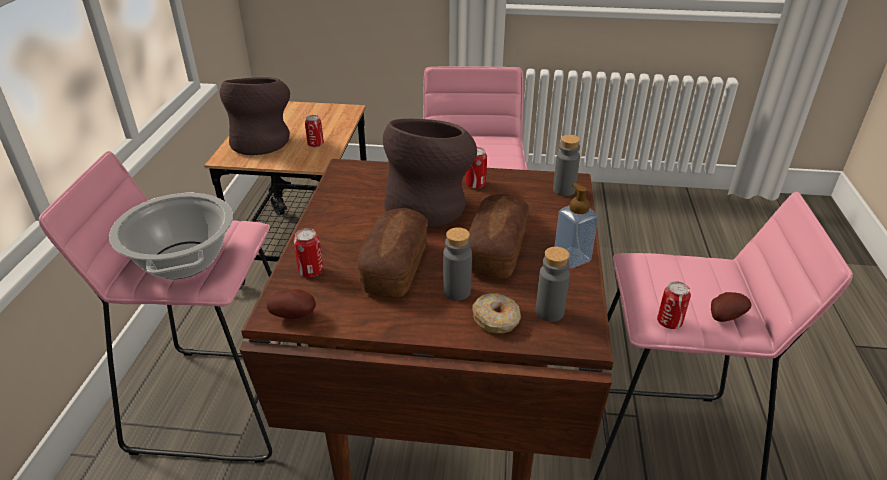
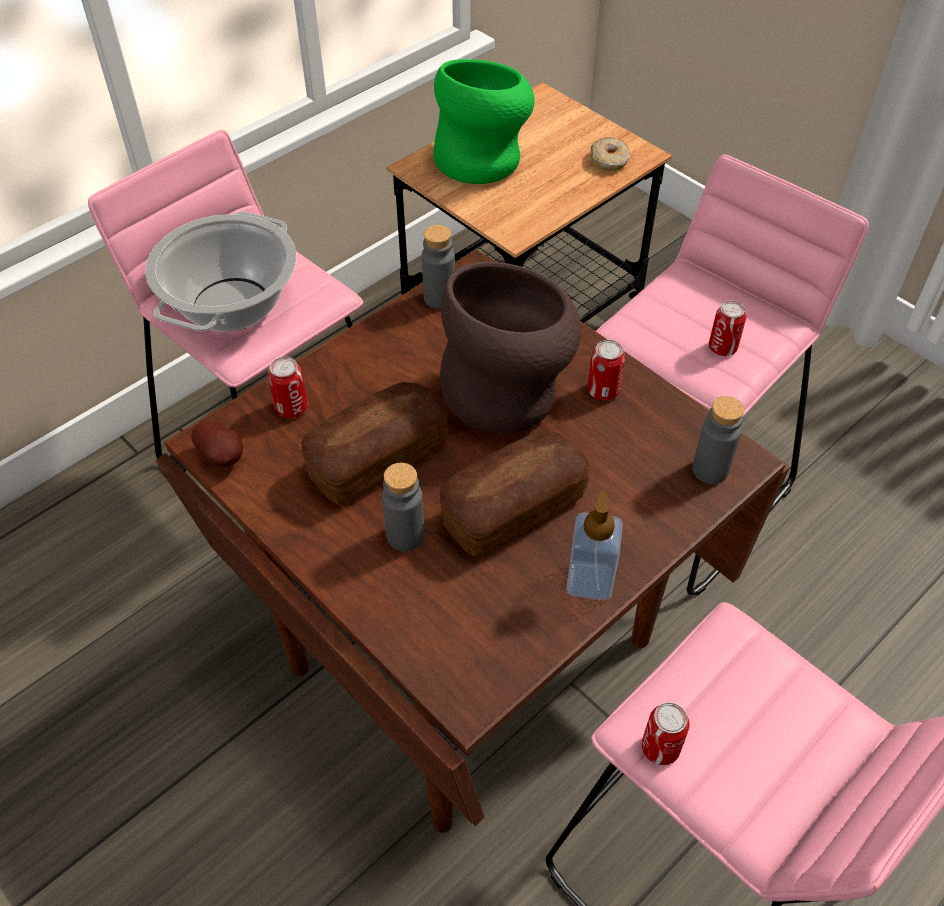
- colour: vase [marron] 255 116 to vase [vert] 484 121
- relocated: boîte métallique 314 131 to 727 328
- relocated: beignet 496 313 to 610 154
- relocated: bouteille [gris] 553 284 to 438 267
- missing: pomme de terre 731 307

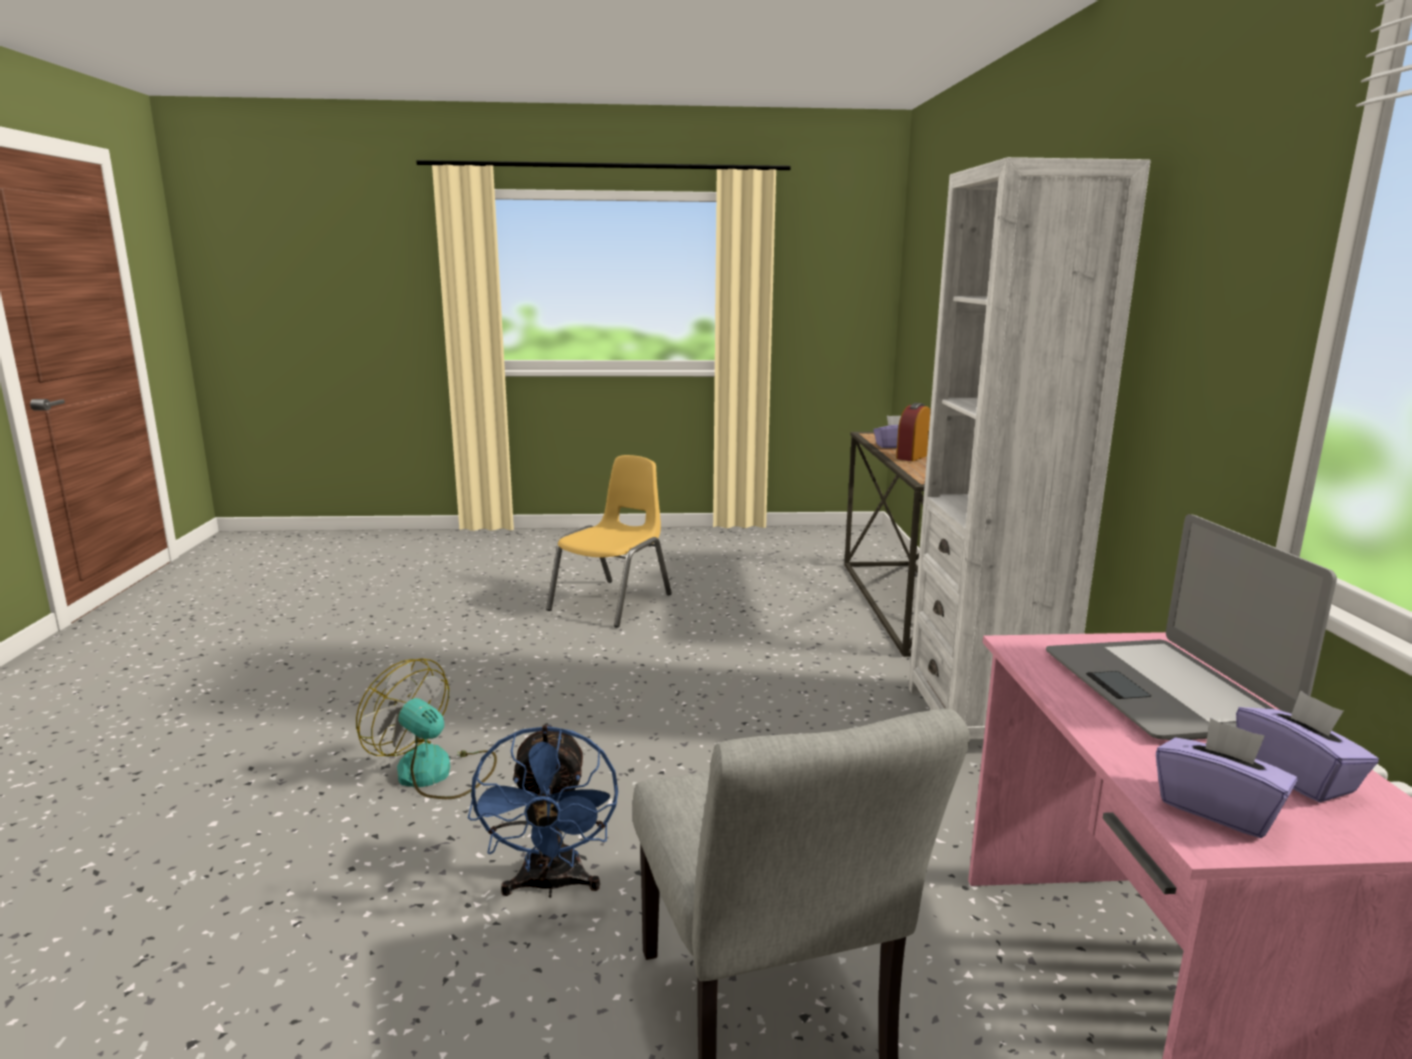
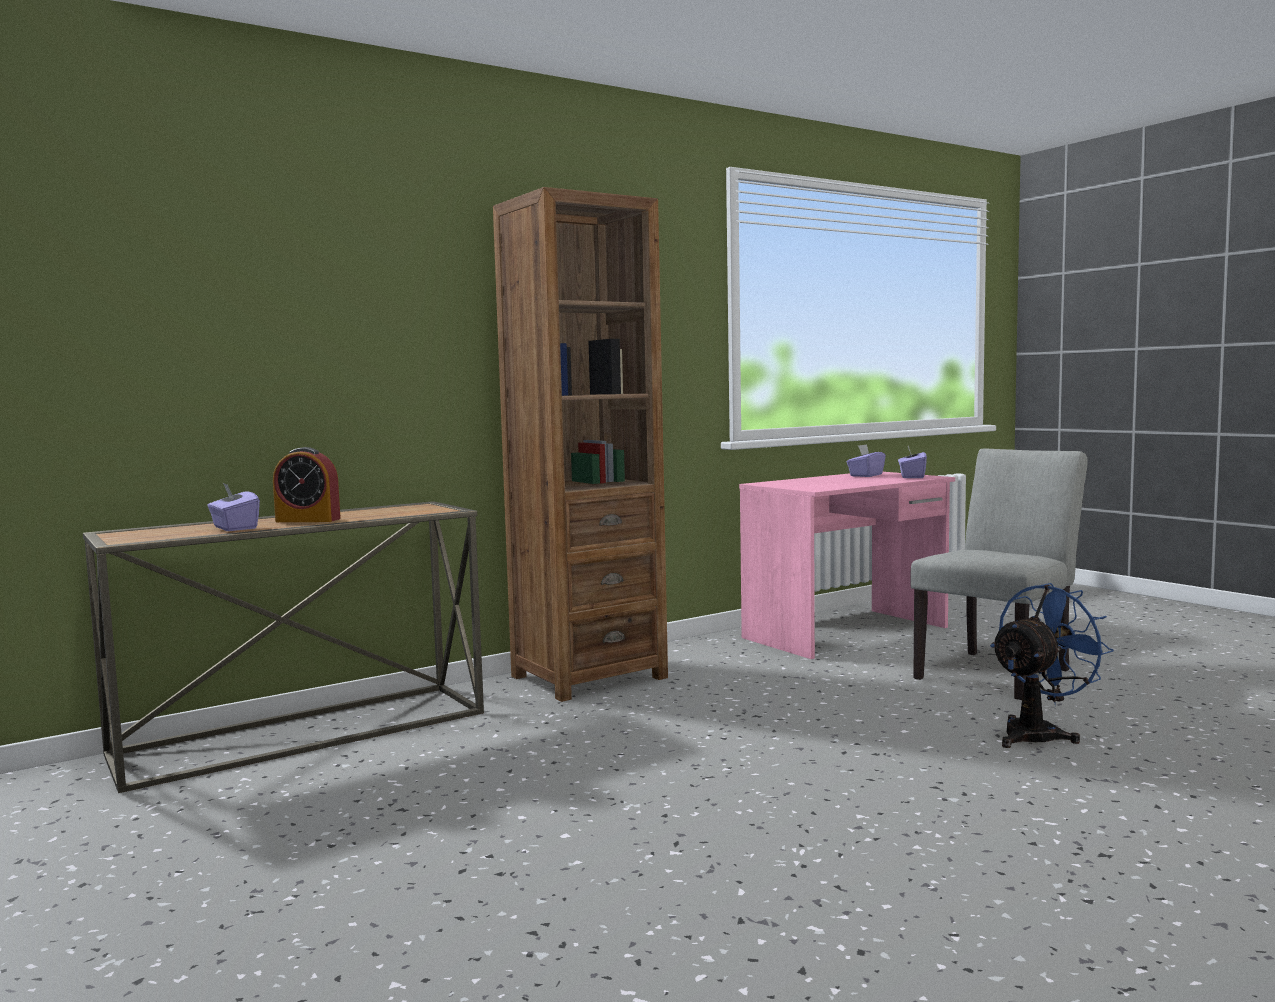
- missing: ventilateur 426 728
- missing: chaise [jaune] 609 541
- colour: bibliothèque [blanc] 1029 448 to bibliothèque [marron] 580 444
- missing: ordinateur portable 1191 627

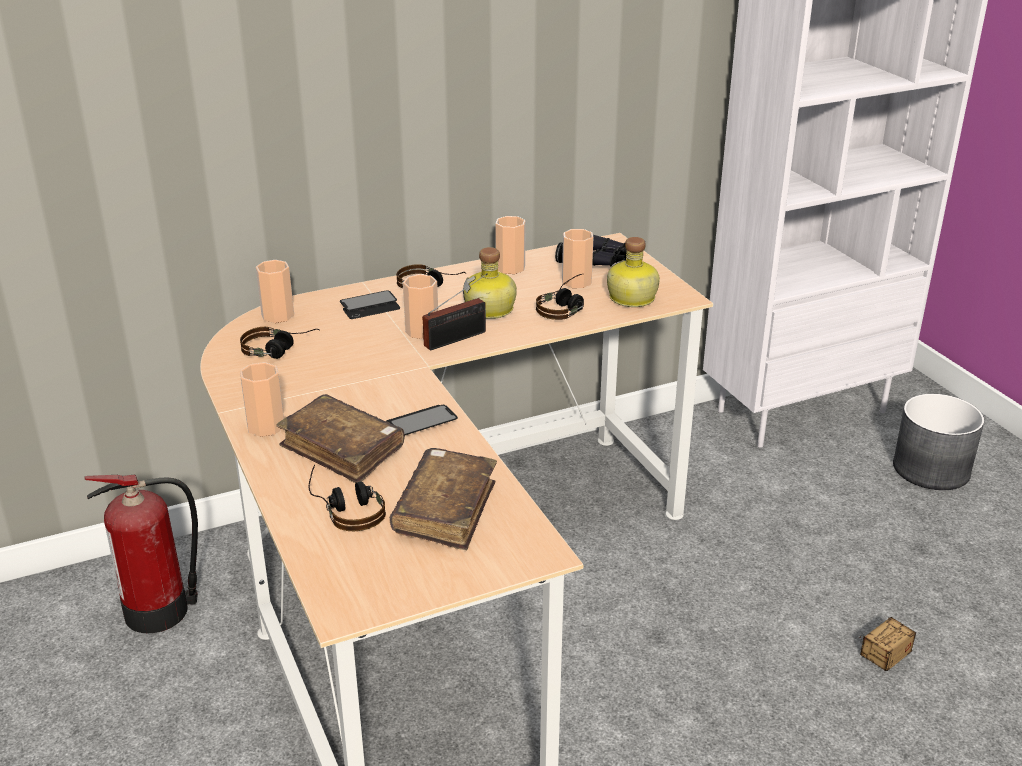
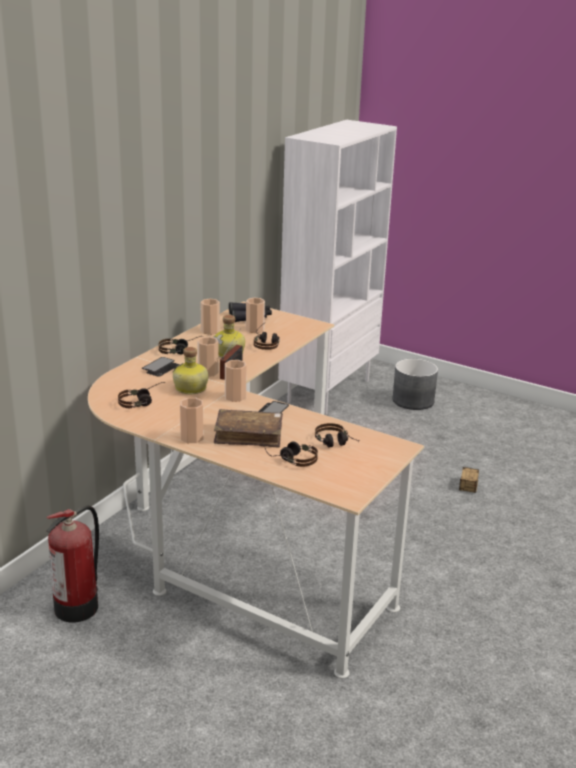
- relocated: tasse 275 291 to 236 381
- exchanged: livre [marron] 443 499 to casque audio 337 435
- relocated: bouteille 633 272 to 190 370

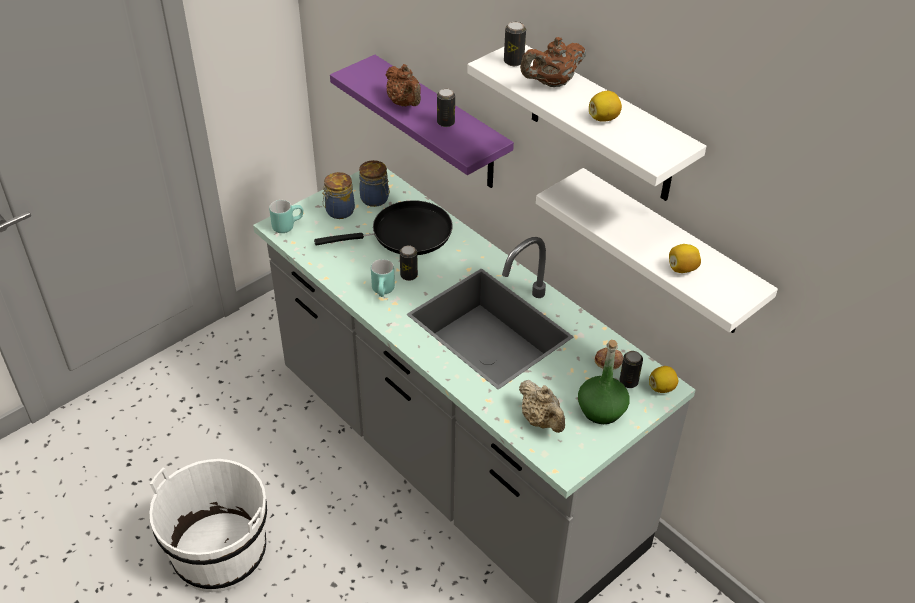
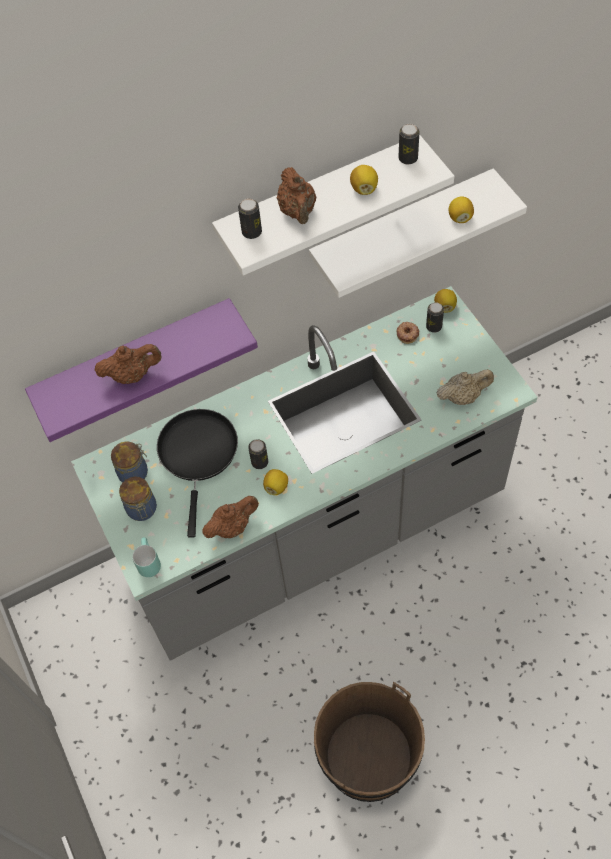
- colour: seau [blanc] 208 525 to seau [marron] 369 742
- exchanged: mug [turquoise] 383 278 to citron 275 482
- relocated: boîte métallique 446 107 to 409 144
- missing: bouteille [vert] 603 382
- appeared: théière [marron] 230 517

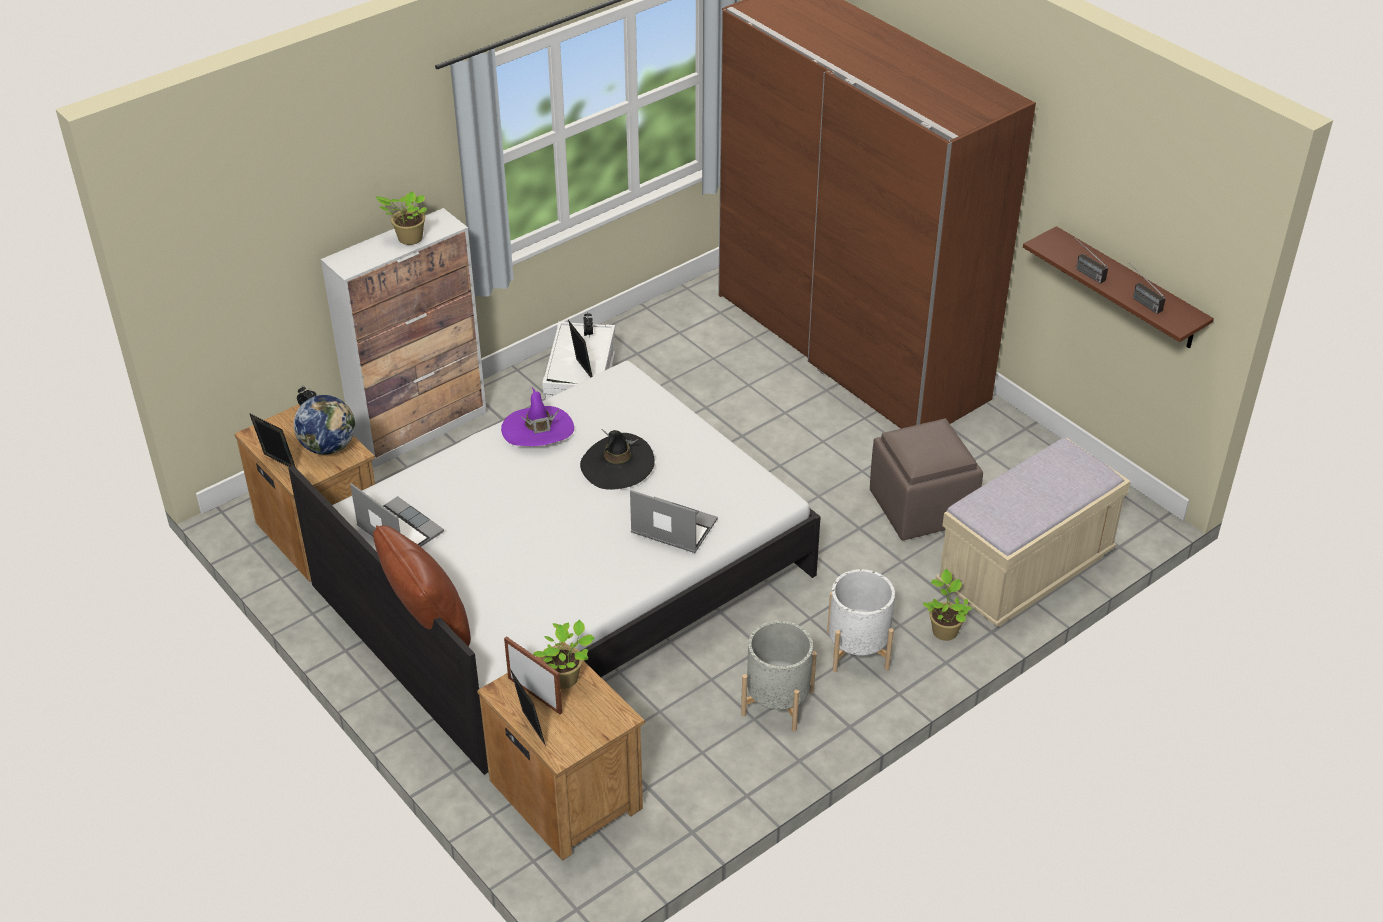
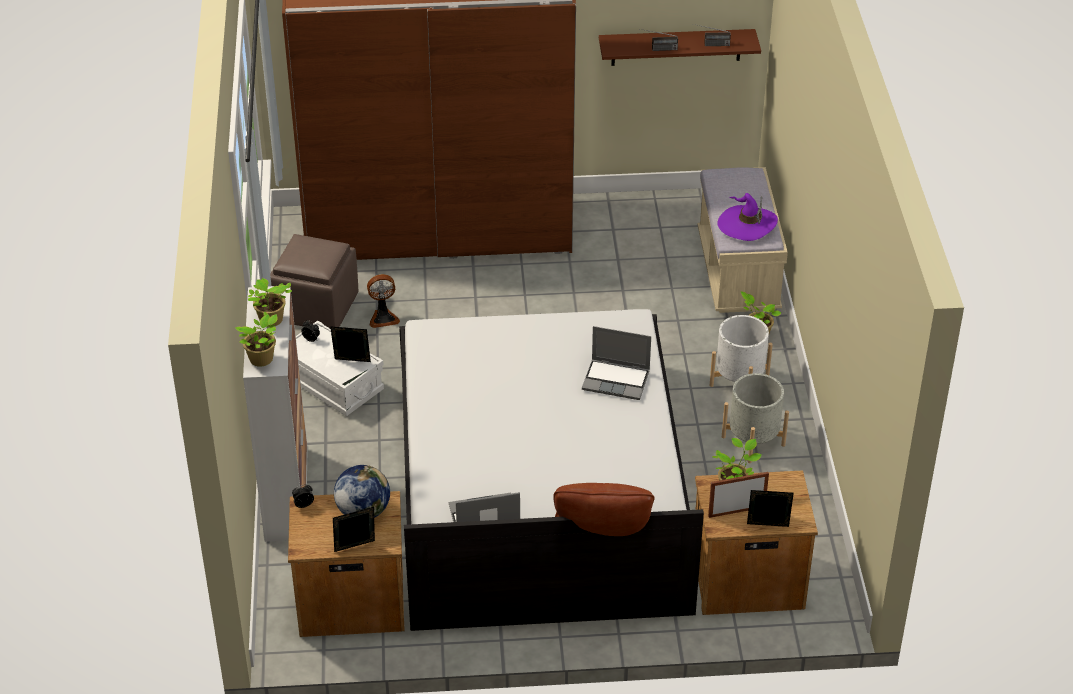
- relocated: chapeau [violet] 537 417 to 747 217
- missing: chapeau [noir] 617 459
- spun: ordinateur portable 674 521 = 616 363 135 degrees counterclockwise
- relocated: pouf [marron] 926 479 to 314 281
- appeared: plante en pot 256 339
- appeared: ventilateur 383 301

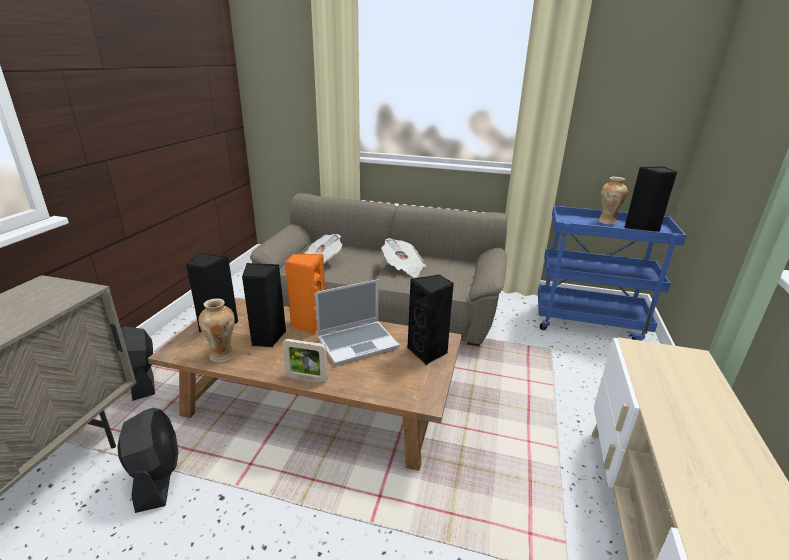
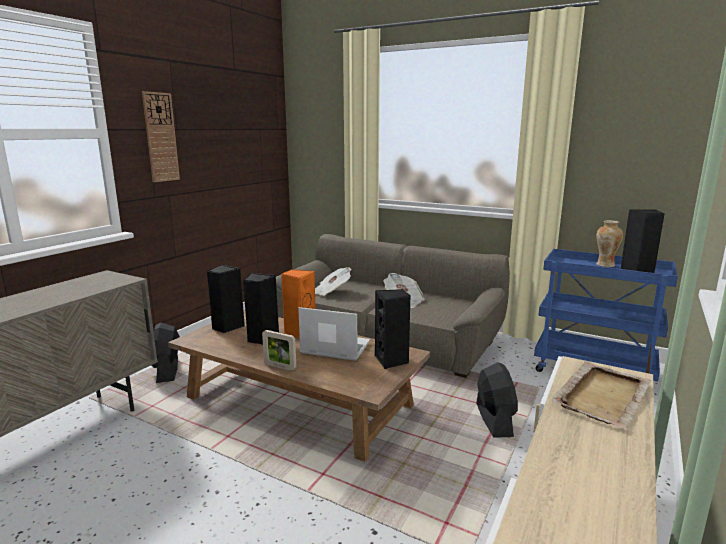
- relocated: ventilateur [noir] 148 460 to 497 400
- missing: vase 217 330
- spun: ordinateur portable 357 322 = 334 334 150 degrees counterclockwise
- appeared: horloge murale 161 136
- appeared: plateau [beige] 601 395

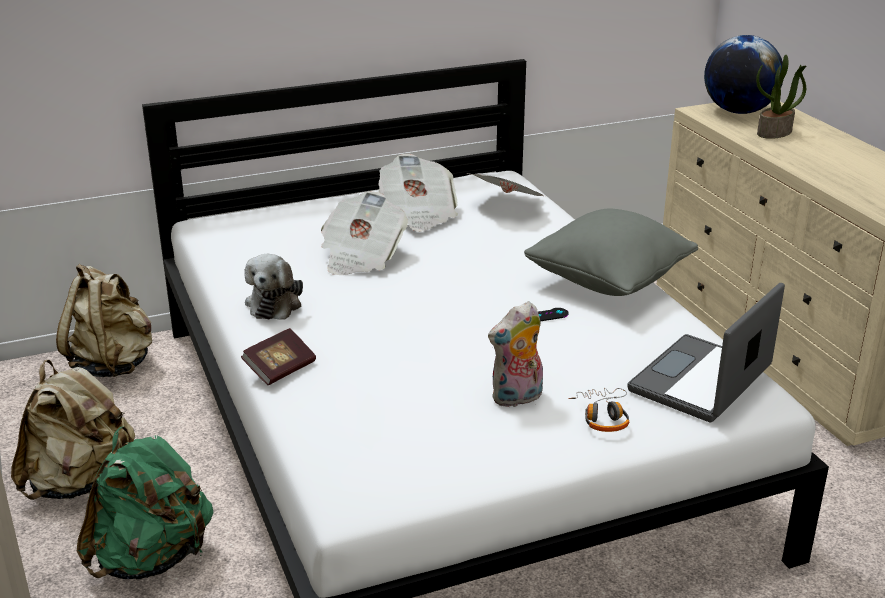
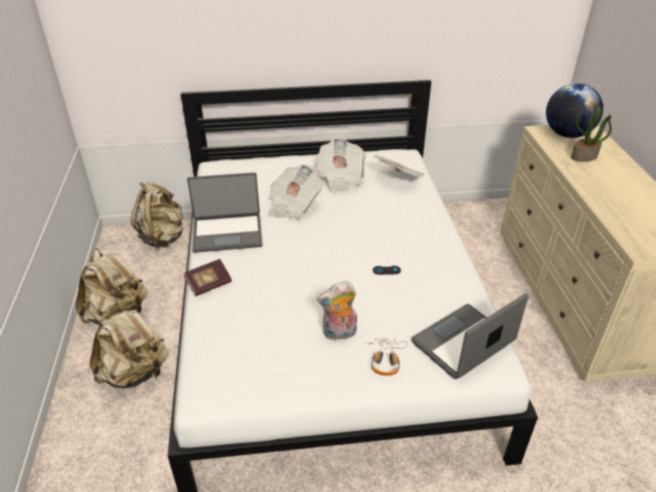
- colour: sac à dos [vert] 145 503 to sac à dos [beige] 129 346
- exchanged: peluche 274 287 to ordinateur portable 225 212
- missing: coussin [gris] 611 252

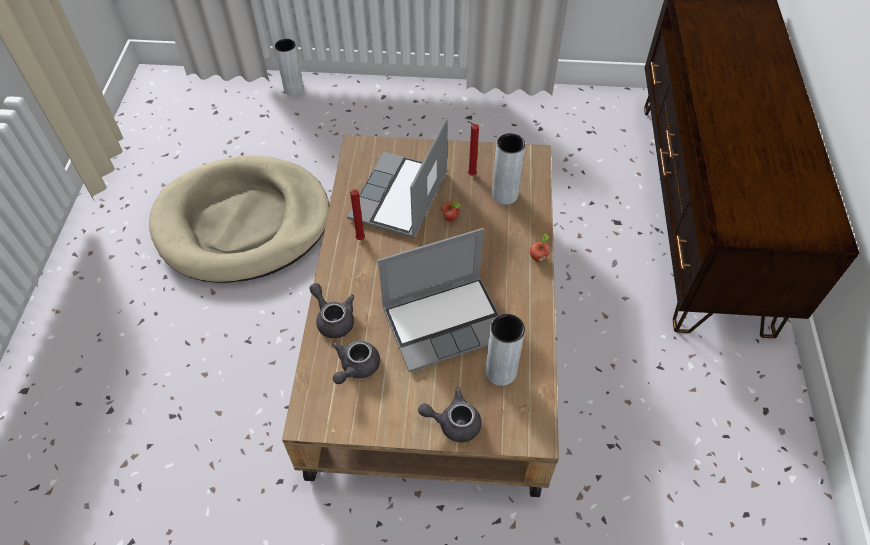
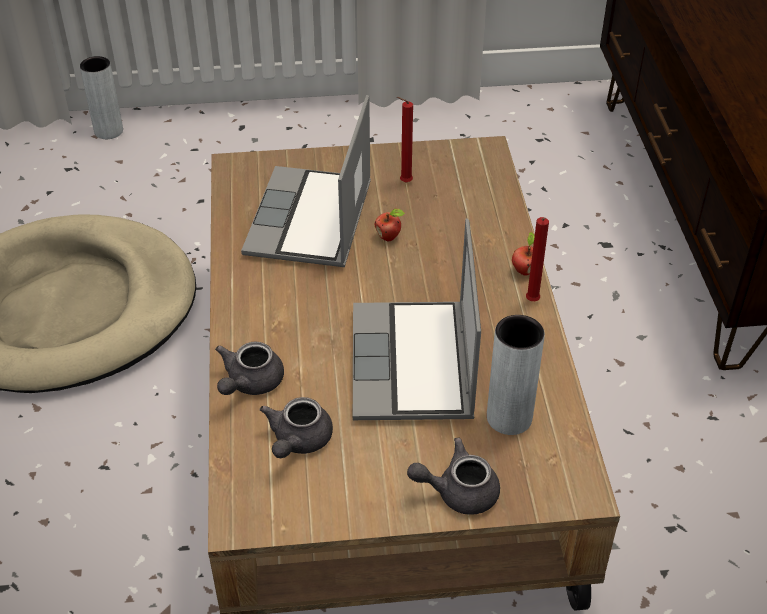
- spun: théière [gris] 331 310 = 249 368 105 degrees counterclockwise
- relocated: bougie [rouge] 357 214 to 537 259
- spun: ordinateur portable 438 300 = 417 319 120 degrees clockwise
- missing: vase [gris] 508 169

